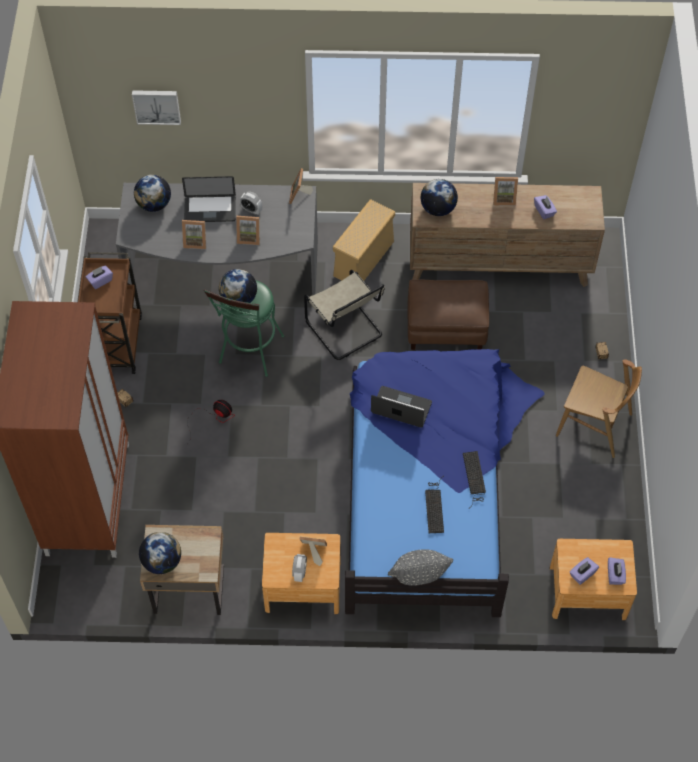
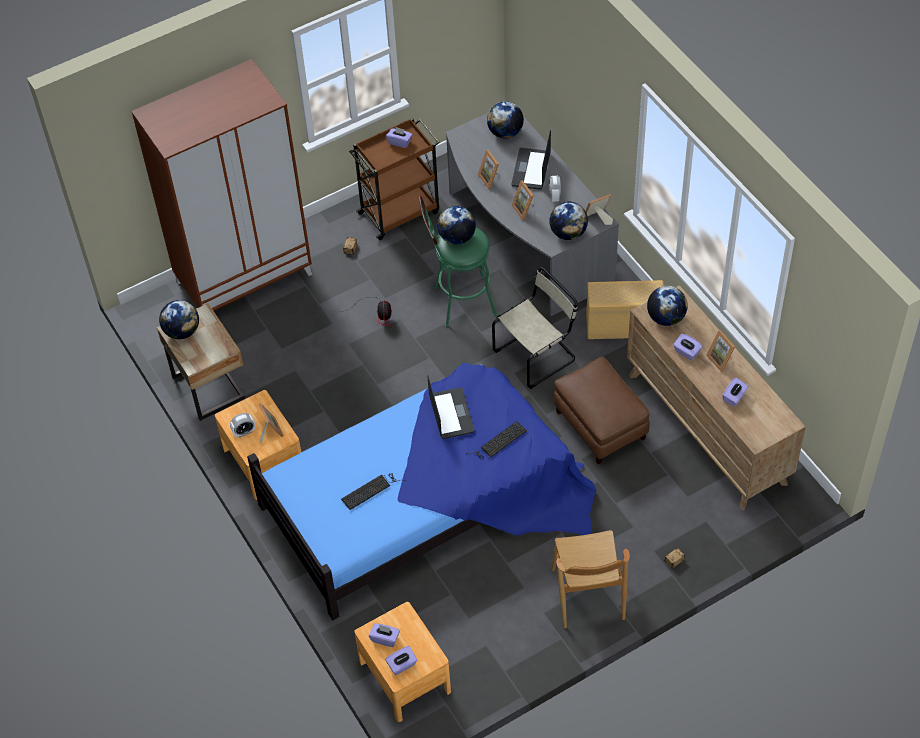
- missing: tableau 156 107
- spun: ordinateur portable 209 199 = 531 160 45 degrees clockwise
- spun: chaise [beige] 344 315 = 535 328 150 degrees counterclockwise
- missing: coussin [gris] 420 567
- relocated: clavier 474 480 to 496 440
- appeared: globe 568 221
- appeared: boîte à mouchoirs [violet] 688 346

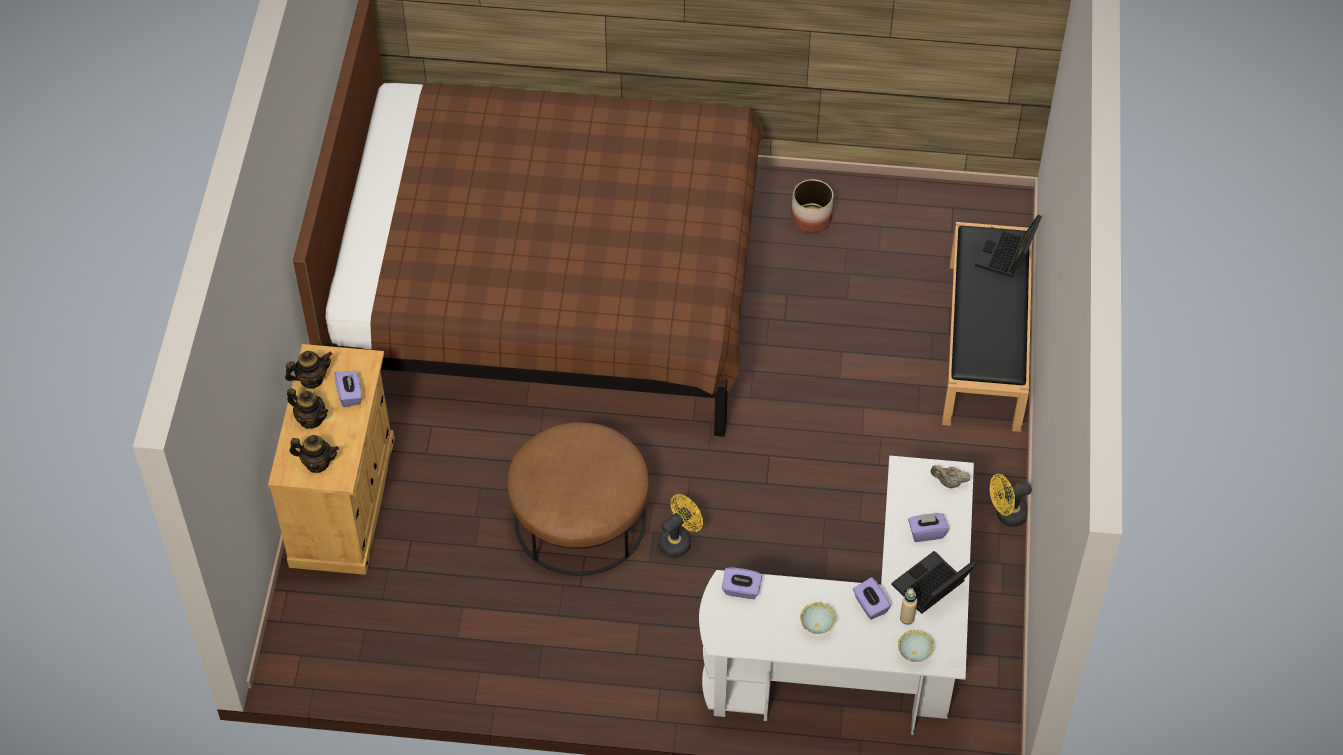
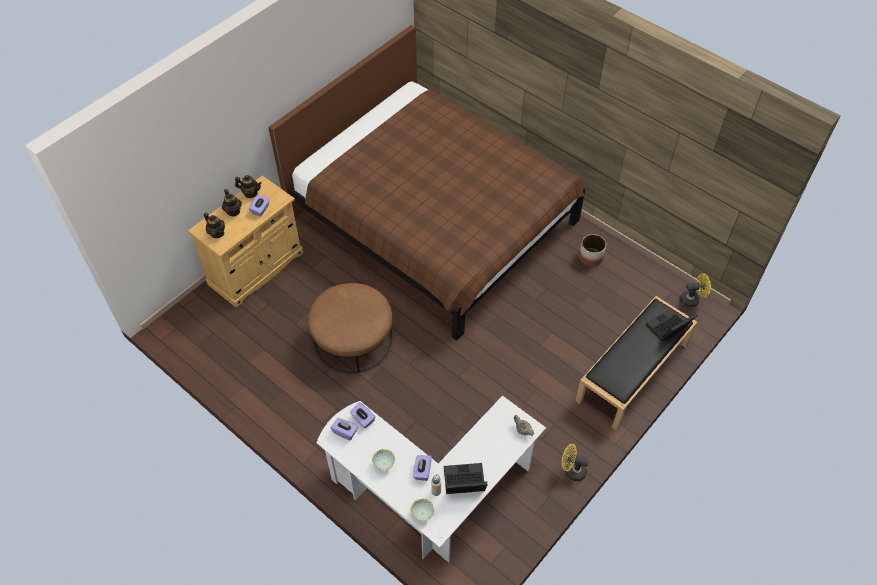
- relocated: ventilateur [jaune] 680 526 to 695 290
- relocated: boîte à mouchoirs [violet] 928 527 to 344 429

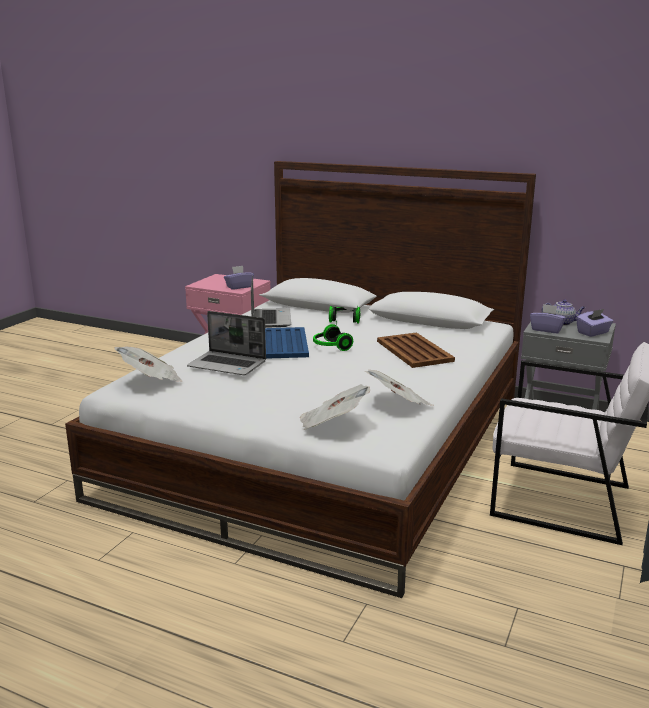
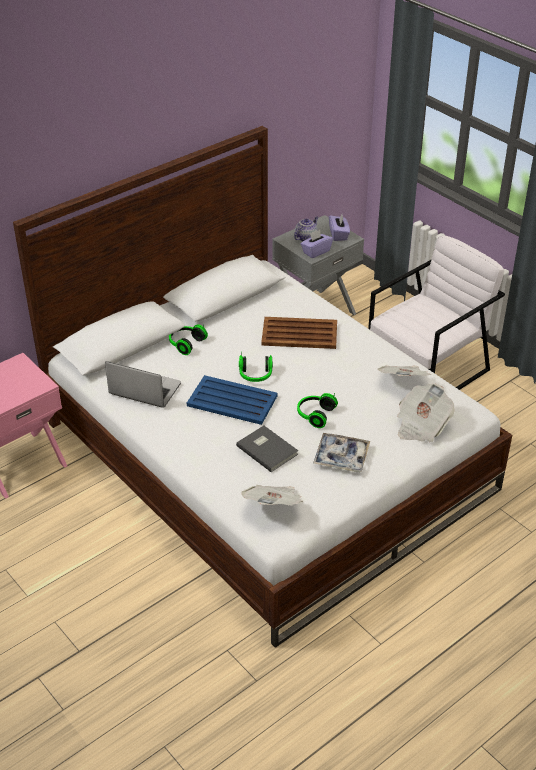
- exchanged: ordinateur portable 226 343 to livre [gris] 267 449
- missing: boîte à mouchoirs [violet] 239 277
- appeared: casque audio 317 410
- appeared: plateau 341 452

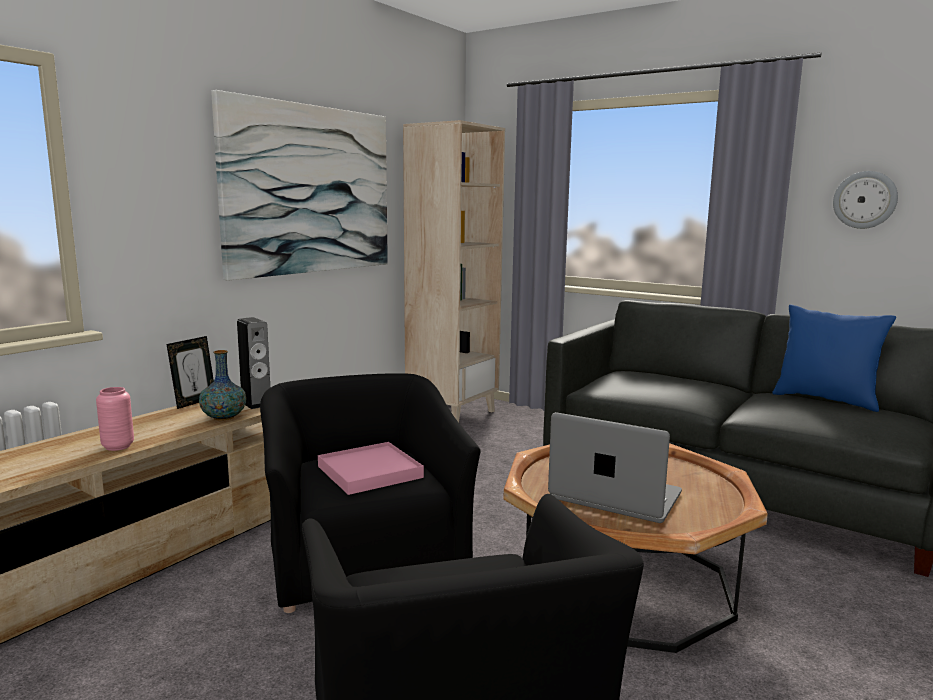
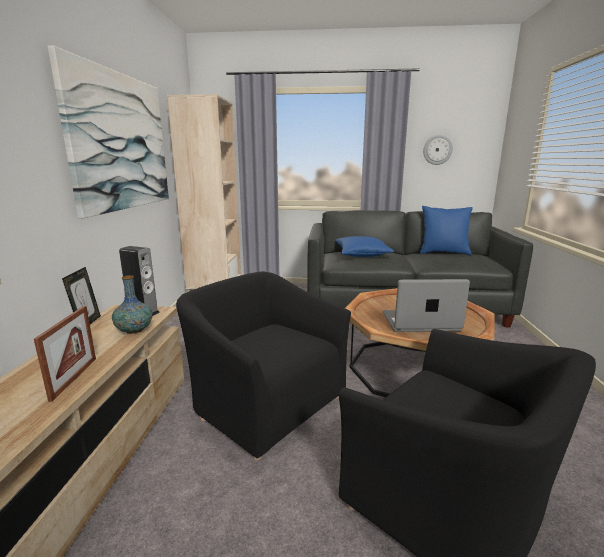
- exchanged: vase [rose] 115 419 to cadre photo 65 354
- missing: plateau [rose] 371 468
- appeared: coussin [bleu] 364 246

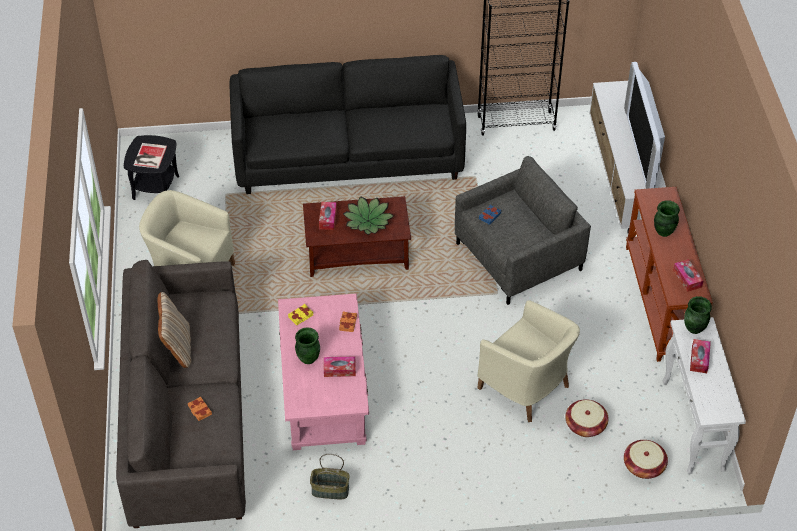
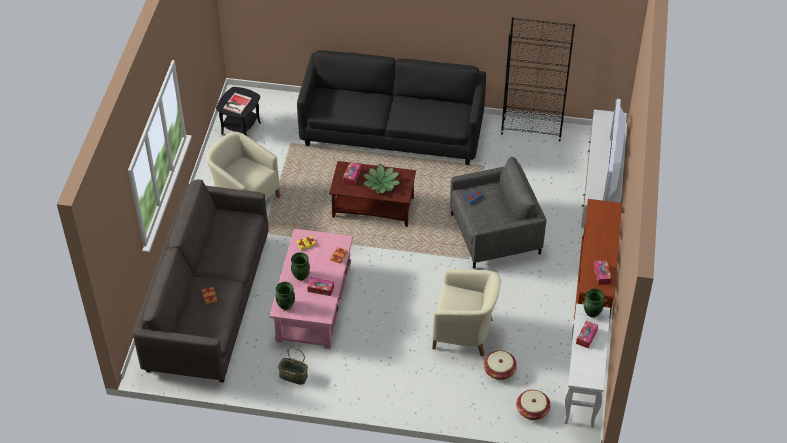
- missing: coussin [beige] 174 330
- spun: fauteuil [beige] 528 361 = 466 313 45 degrees counterclockwise
- relocated: vase [vert] 667 218 to 285 296

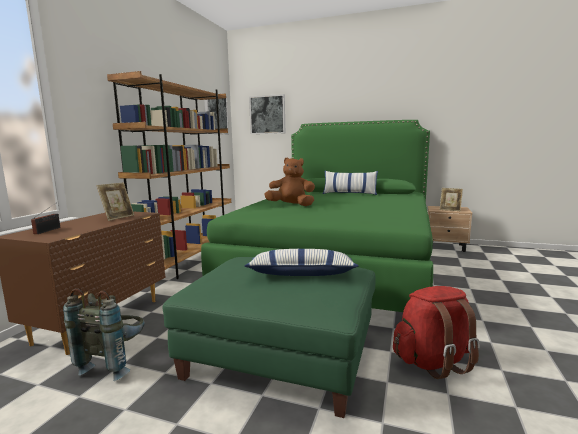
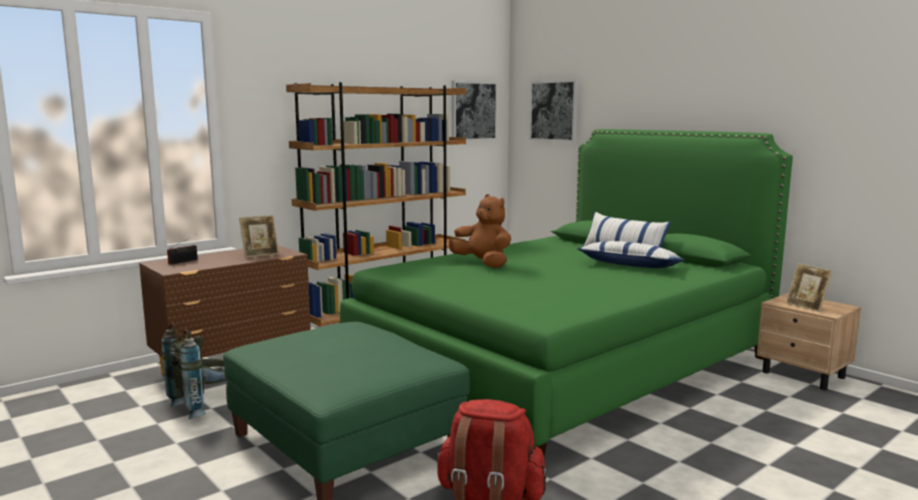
- relocated: coussin 301 262 to 631 254

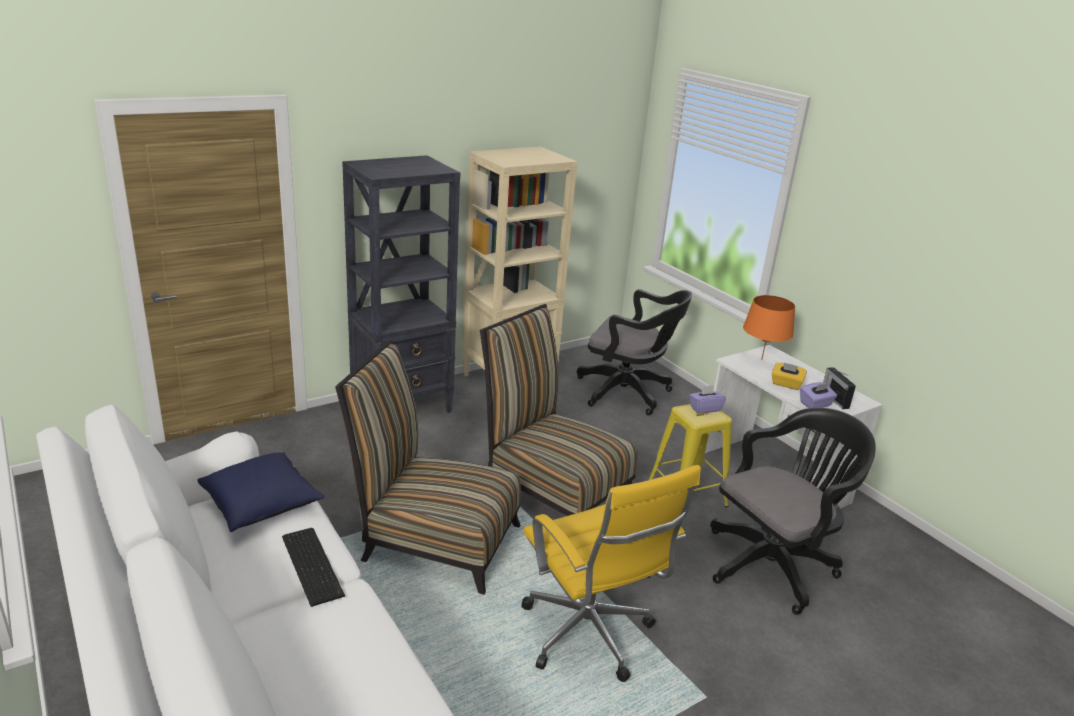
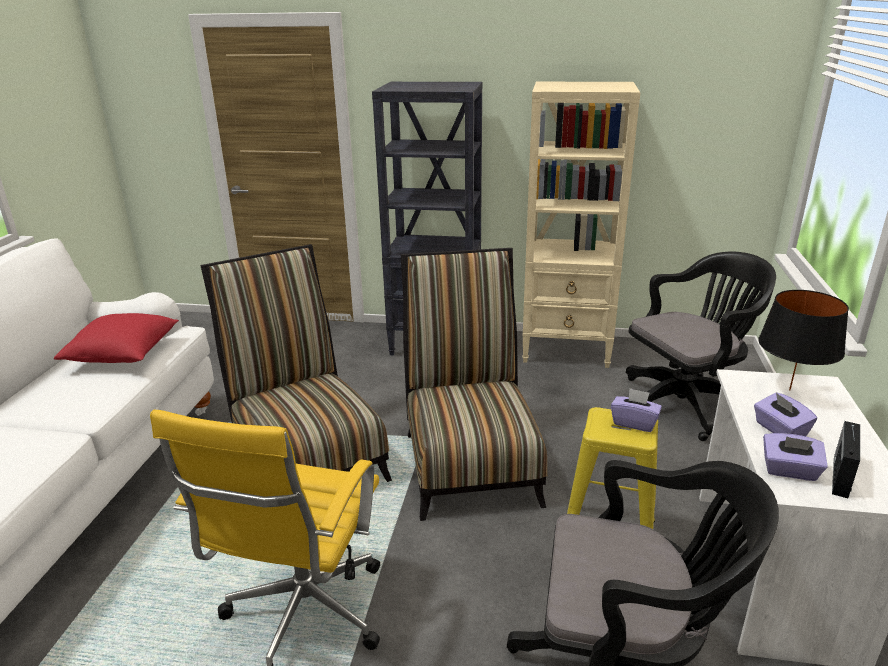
- colour: coussin [bleu] 261 492 to coussin [rouge] 116 338
- missing: clavier 313 567
- spun: chaise de bureau [noir] 634 352 = 701 346 90 degrees counterclockwise
- colour: lampe de table [orange] 769 327 to lampe de table [noir] 803 340
- colour: boîte à mouchoirs [jaune] 789 376 to boîte à mouchoirs [violet] 785 414

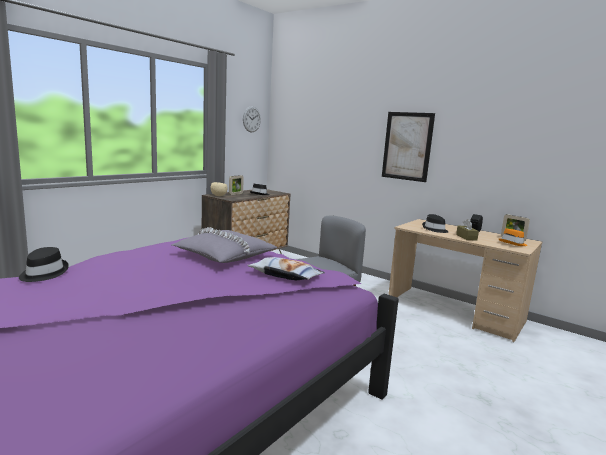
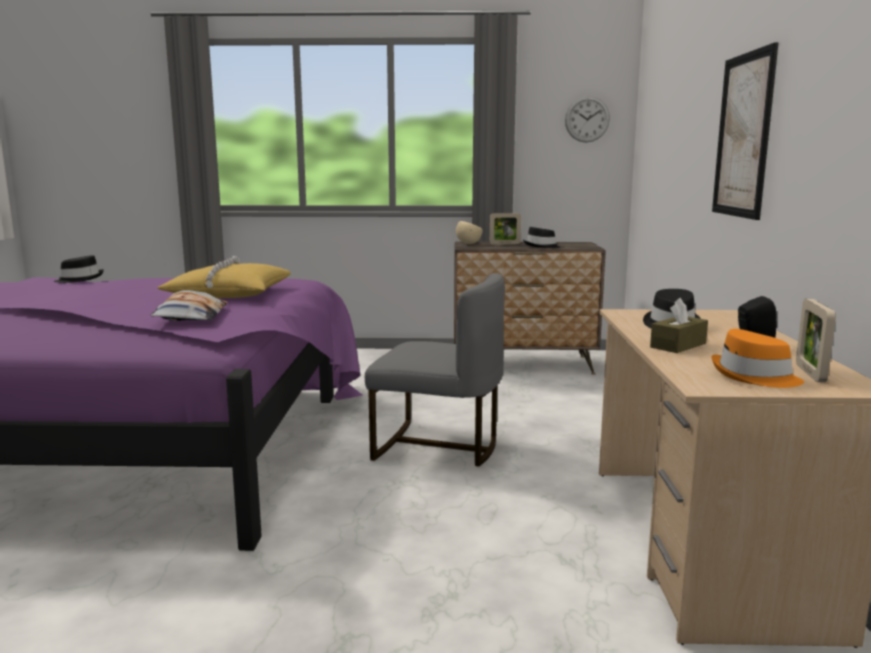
- colour: coussin [gris] 225 245 to coussin [jaune] 224 277

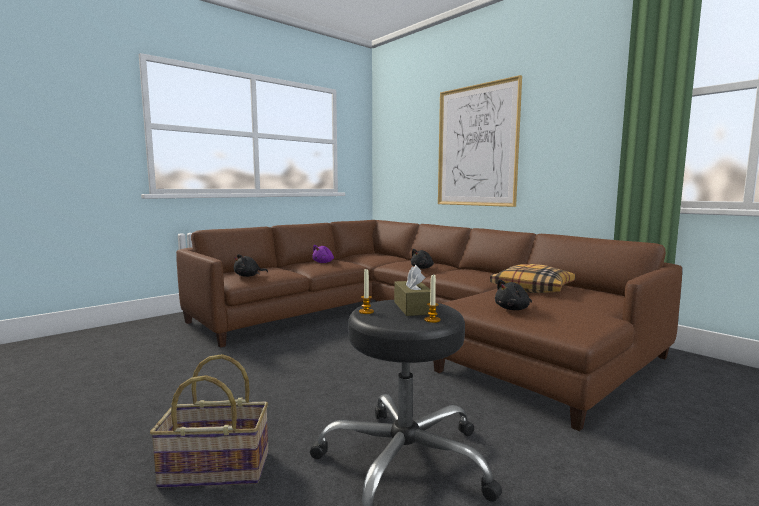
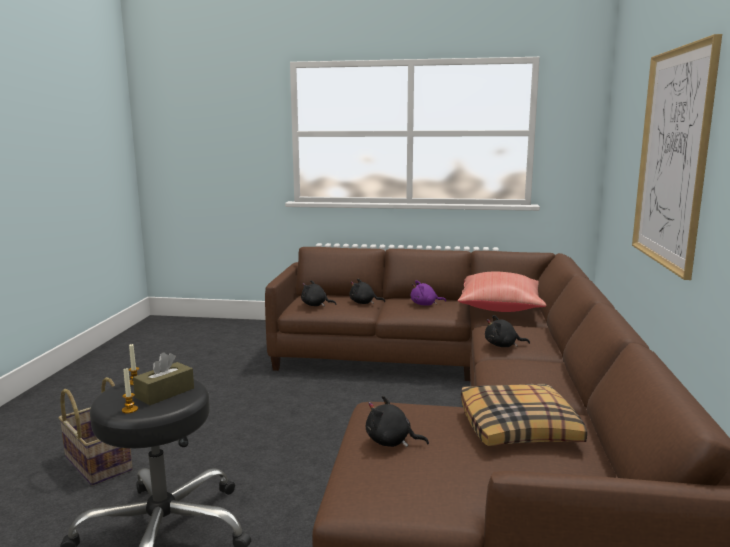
- appeared: peluche [noir] 367 291
- appeared: coussin [rouge] 502 292

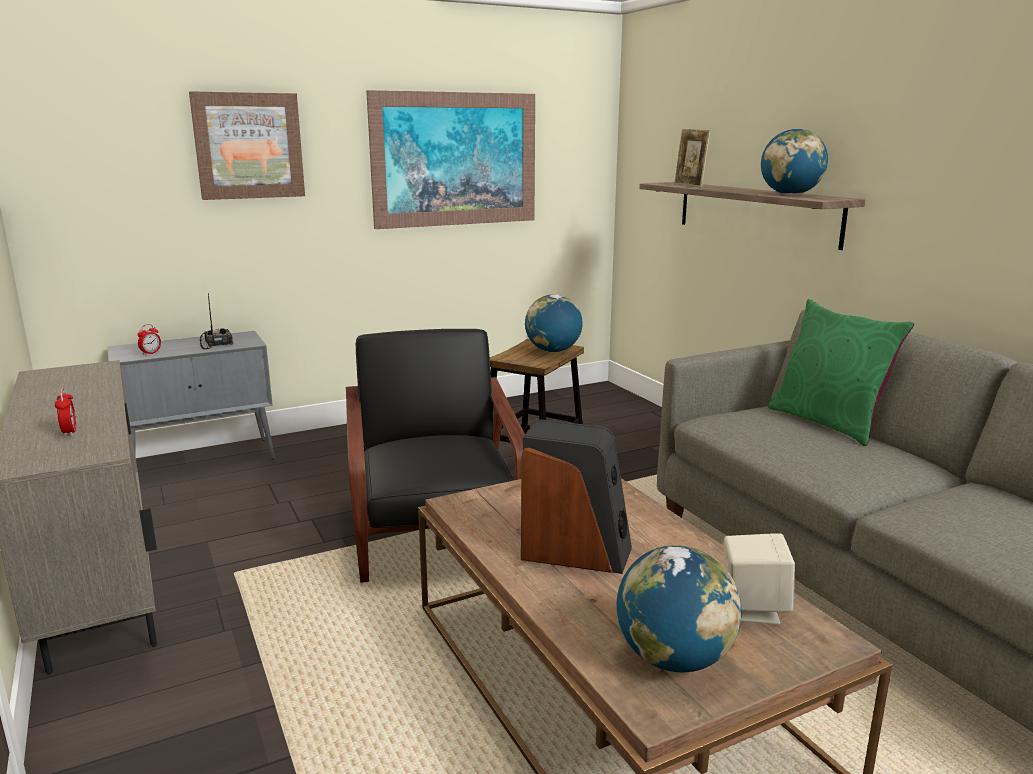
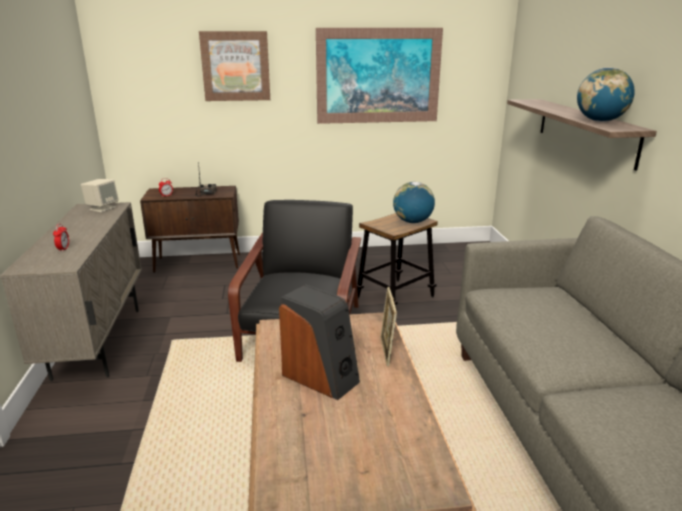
- colour: meuble de rangement [gris] 191 395 to meuble de rangement [marron] 190 229
- missing: globe 679 608
- relocated: cadre photo 692 158 to 388 326
- relocated: enceinte [beige] 759 579 to 100 195
- missing: coussin [vert] 841 372

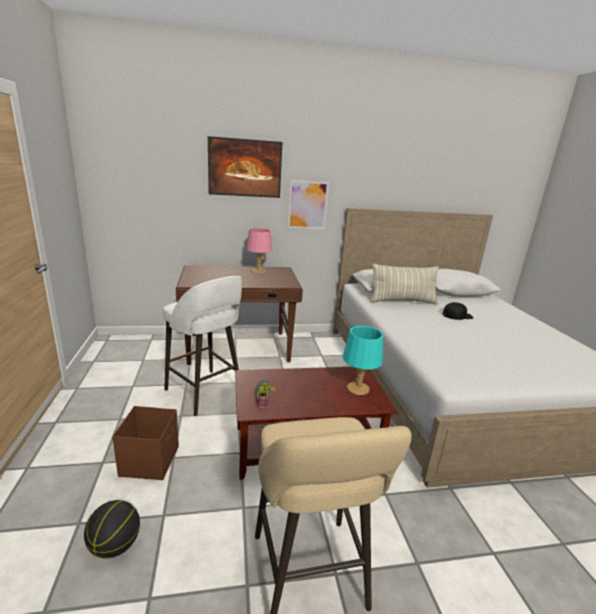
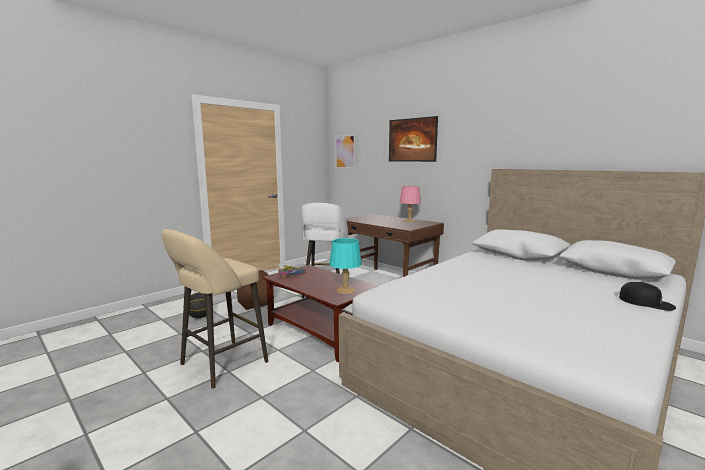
- relocated: tableau 308 205 to 345 151
- missing: coussin 404 284
- relocated: casquette [noir] 458 311 to 647 296

